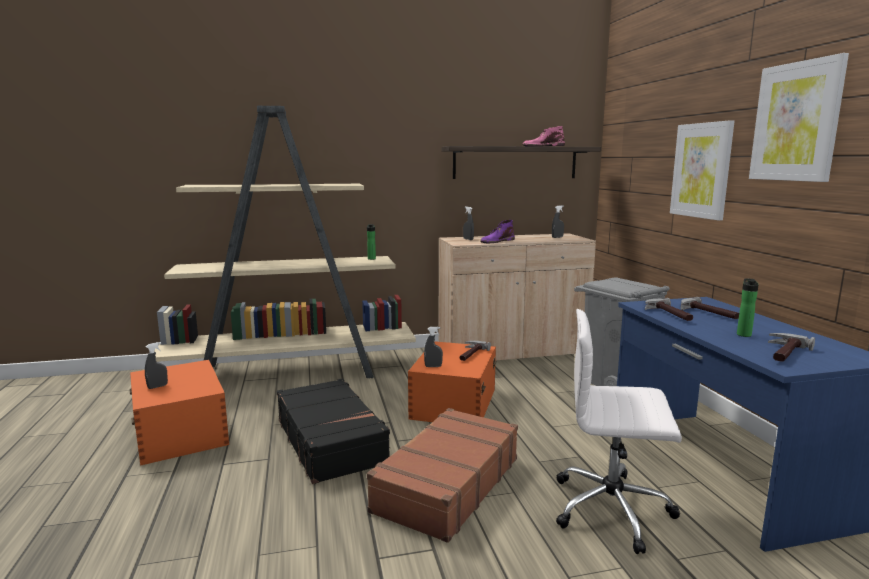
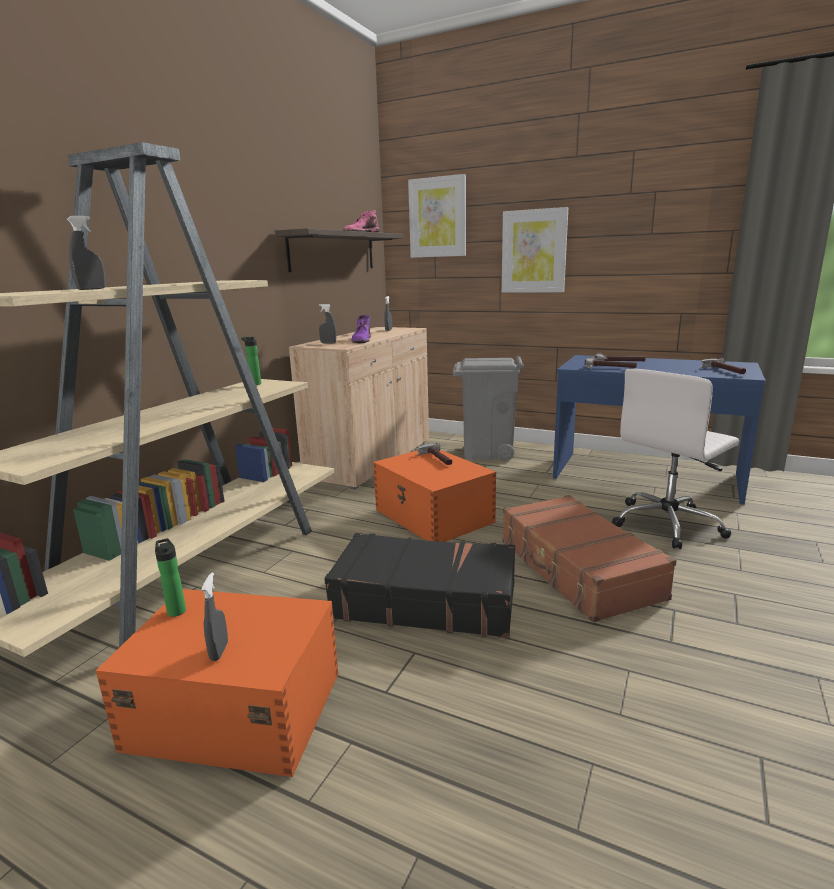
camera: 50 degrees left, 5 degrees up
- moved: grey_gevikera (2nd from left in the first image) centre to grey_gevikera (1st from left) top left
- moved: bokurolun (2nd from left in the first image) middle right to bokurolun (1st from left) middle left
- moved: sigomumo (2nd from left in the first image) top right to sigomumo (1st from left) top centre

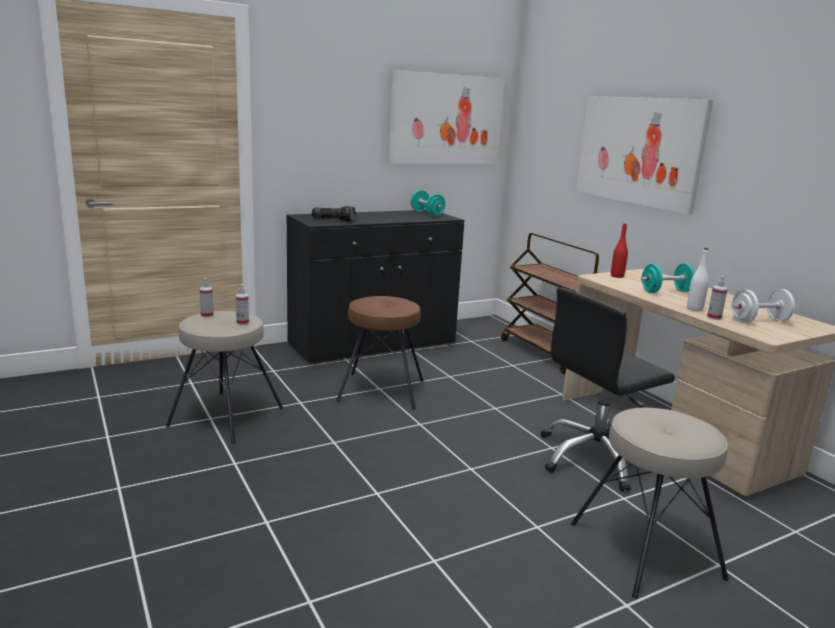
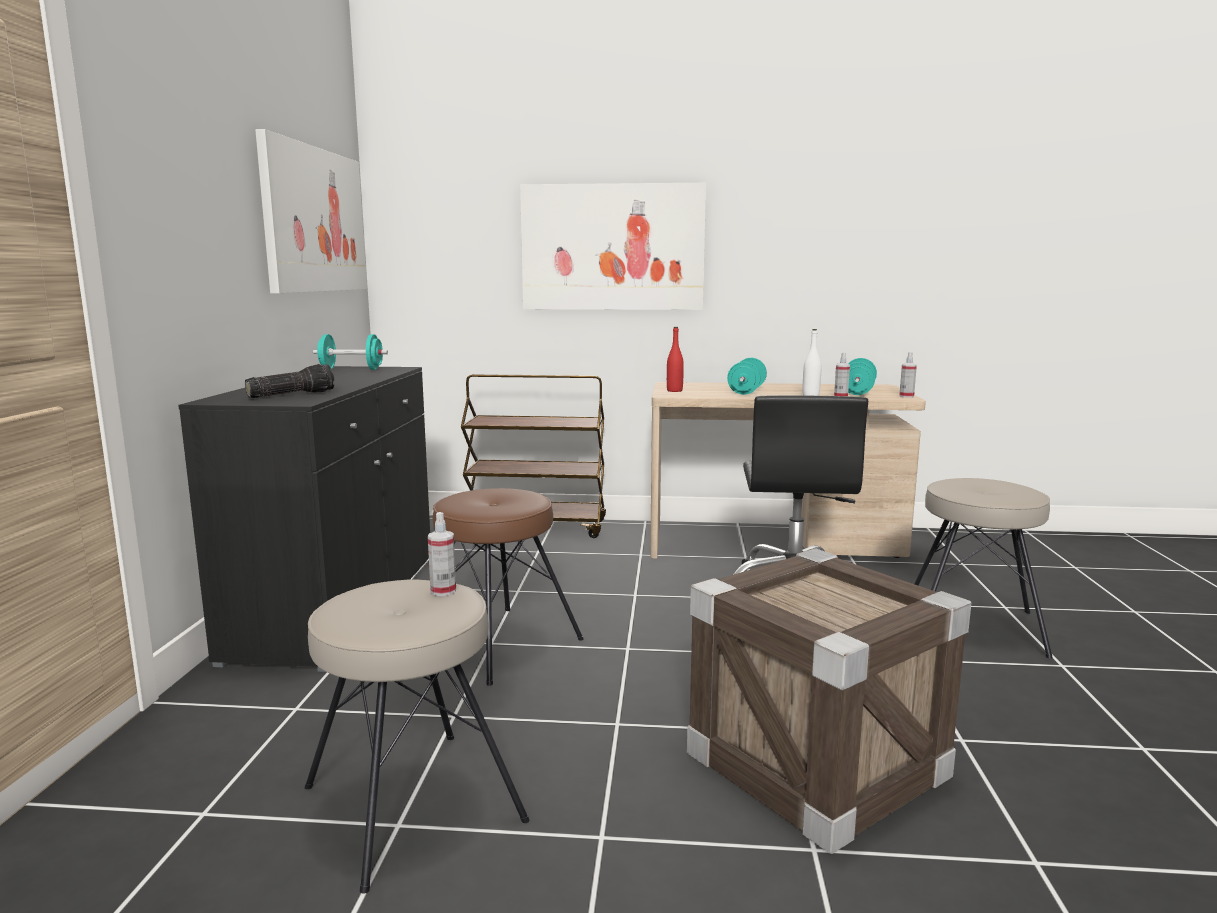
camera: 55 degrees left, 5 degrees down
- moved: gevikera (1st from left in the first image) middle left to gevikera (3rd from left) middle right
- recoloured: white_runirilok middle right to turquoise_runirilok (3rd from left) middle right
- added: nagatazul bottom right

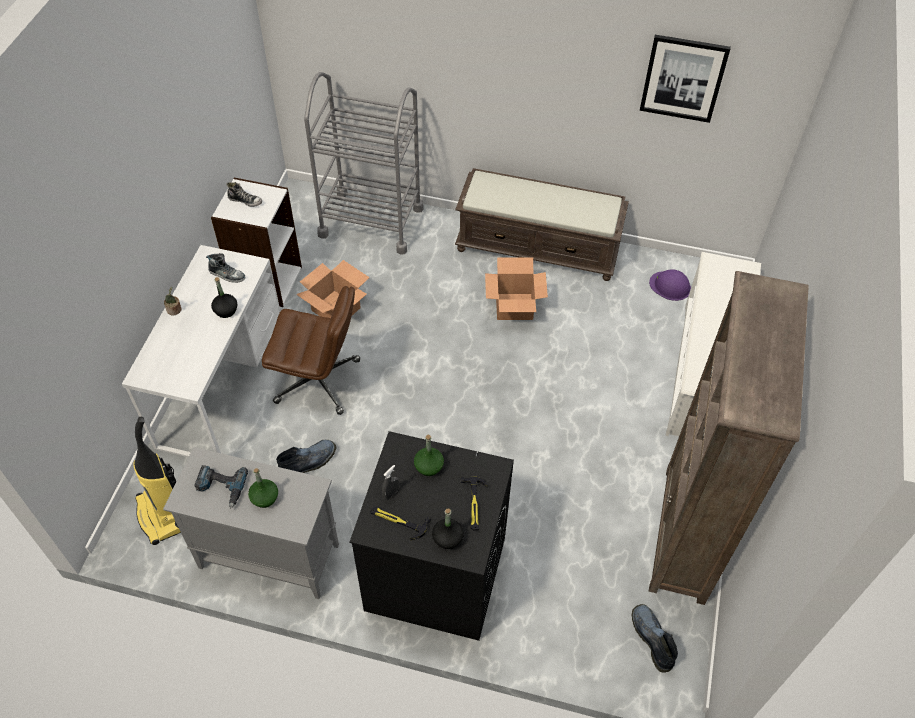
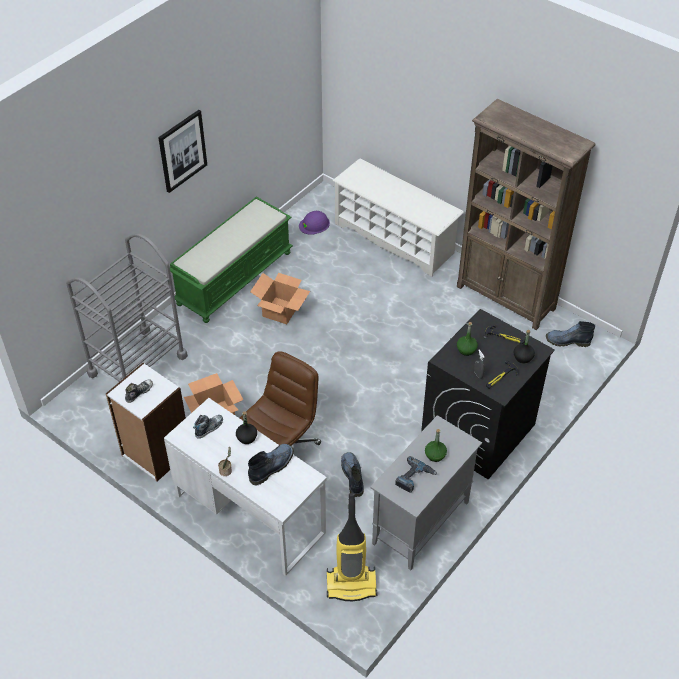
camera: 65 degrees left, 5 degrees down
- recoloured: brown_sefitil top centre to green_sefitil centre
- moved: sigomumo top right to top left
- added: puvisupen (1st from left) bottom centre

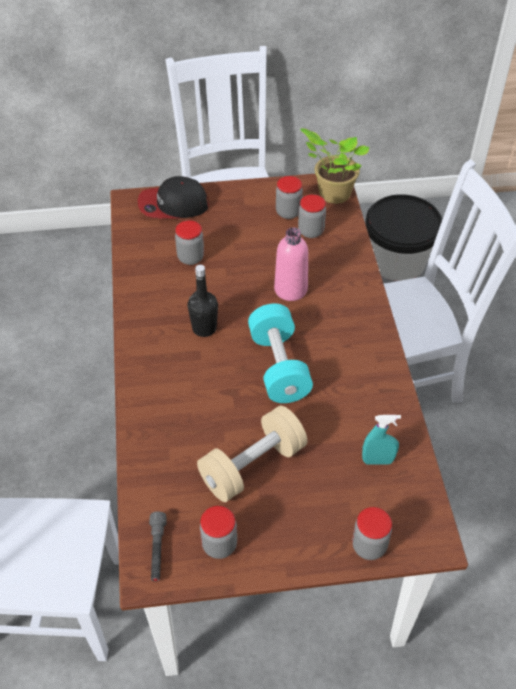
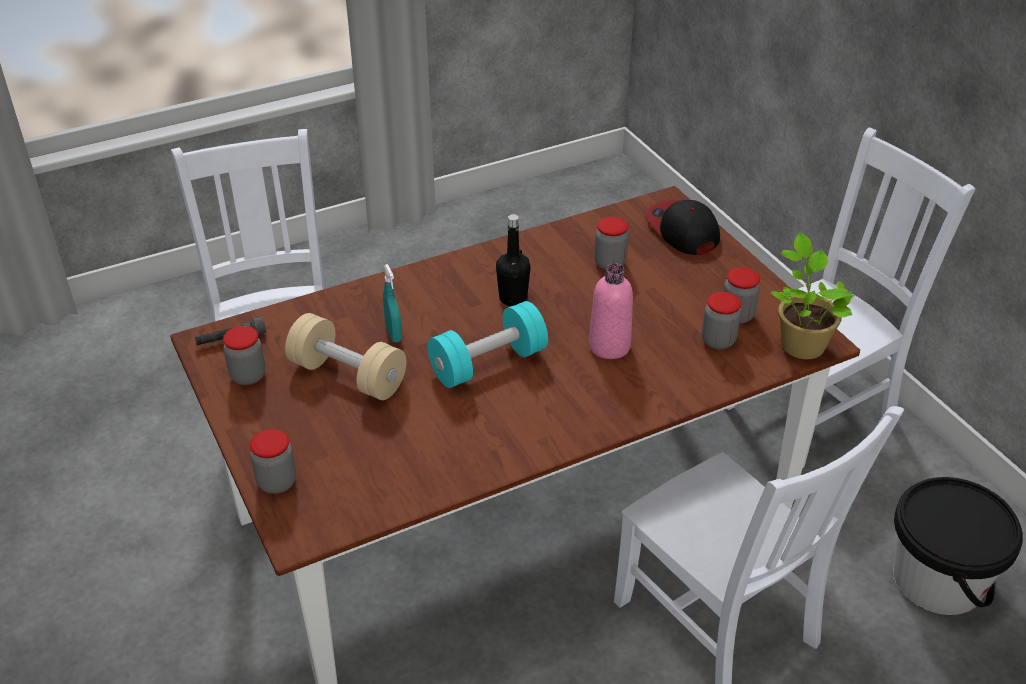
camera: 70 degrees right, 10 degrees down
- moved: turquoise_gevikera middle right to centre

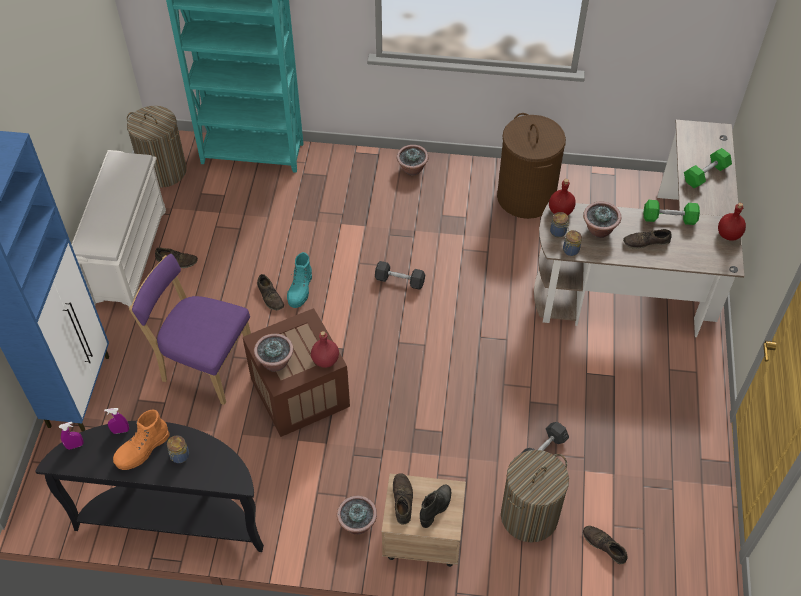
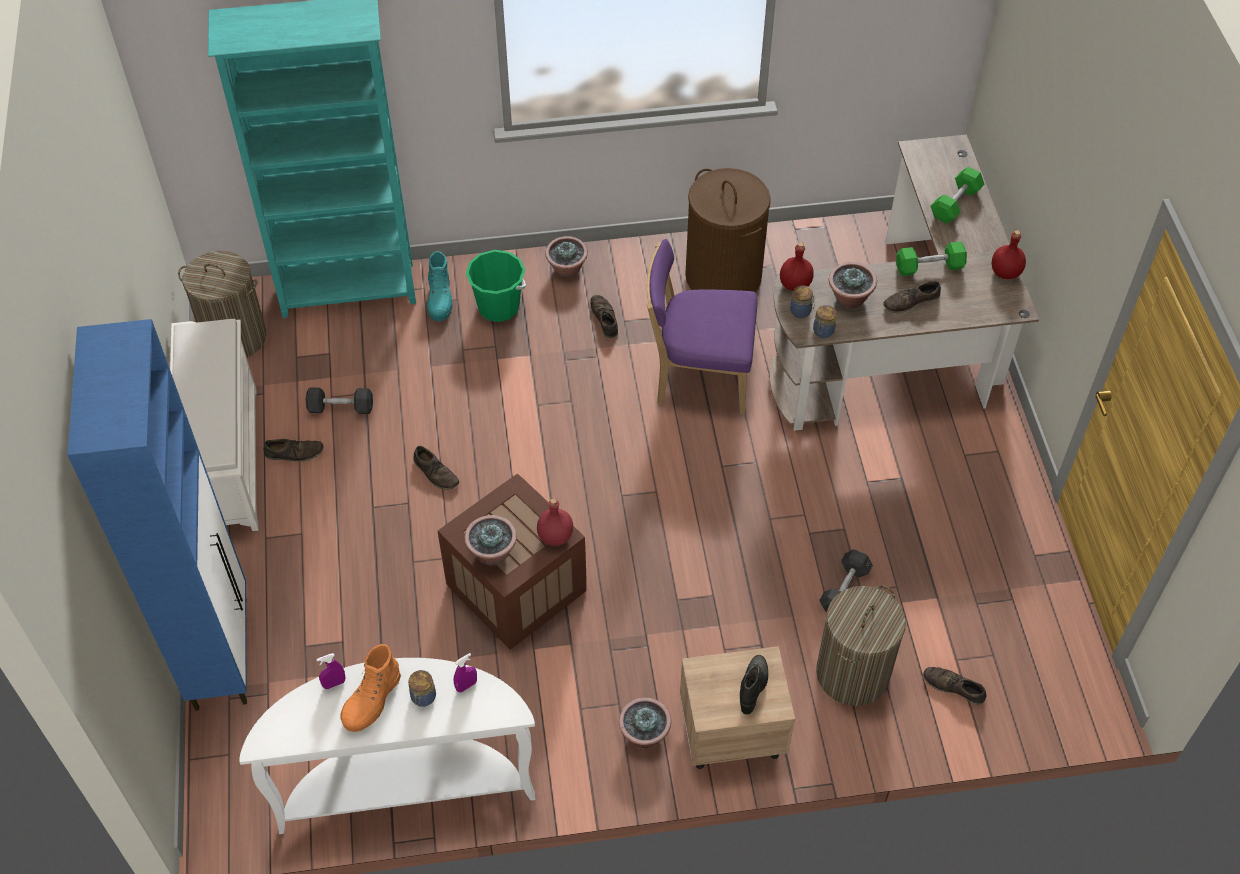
camera: 15 degrees left, 0 degrees up
- recoloured: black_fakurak bottom left to white_fakurak bottom left
- moved: purple_gevikera (1st from left in the first image) bottom left to purple_gevikera (2nd from left) bottom centre
- moved: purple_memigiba middle left to centre
- moved: turquoise_puvisupen centre to top centre
- moved: grey_runirilok (1st from left) centre to middle left
- moved: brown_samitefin (3rd from left) bottom centre to centre
- added: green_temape top centre

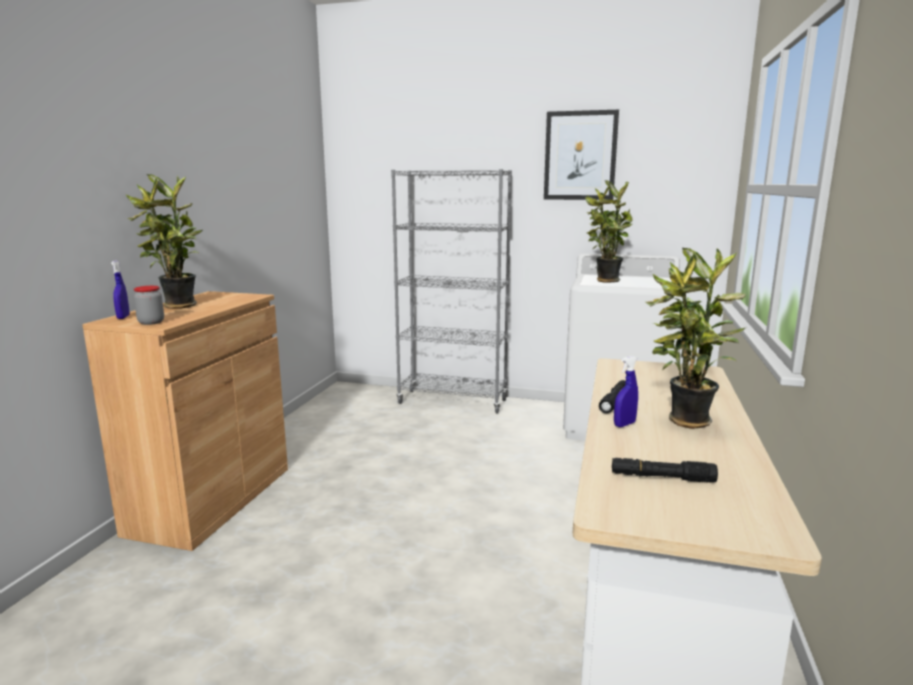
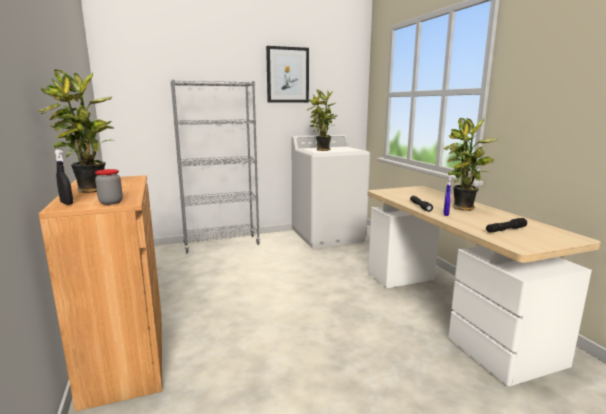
camera: 35 degrees left, 0 degrees up
- recoloured: blue_gevikera (1st from left) middle left to black_gevikera middle left

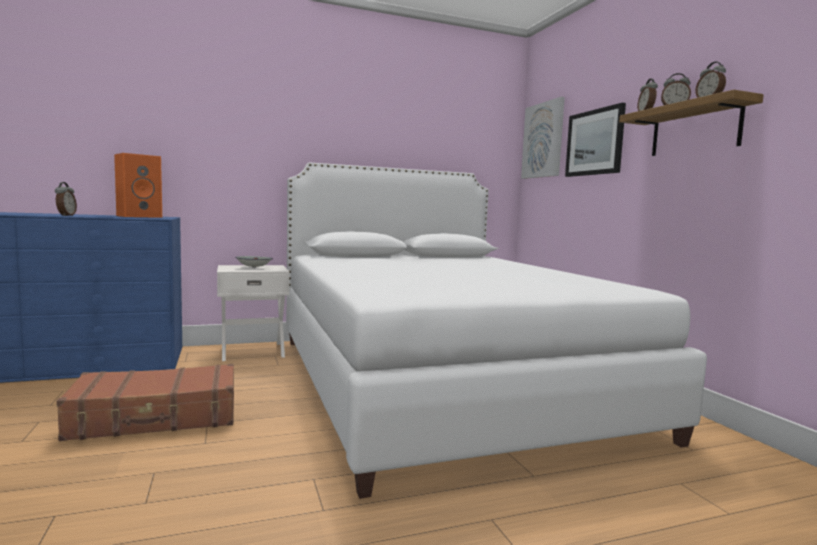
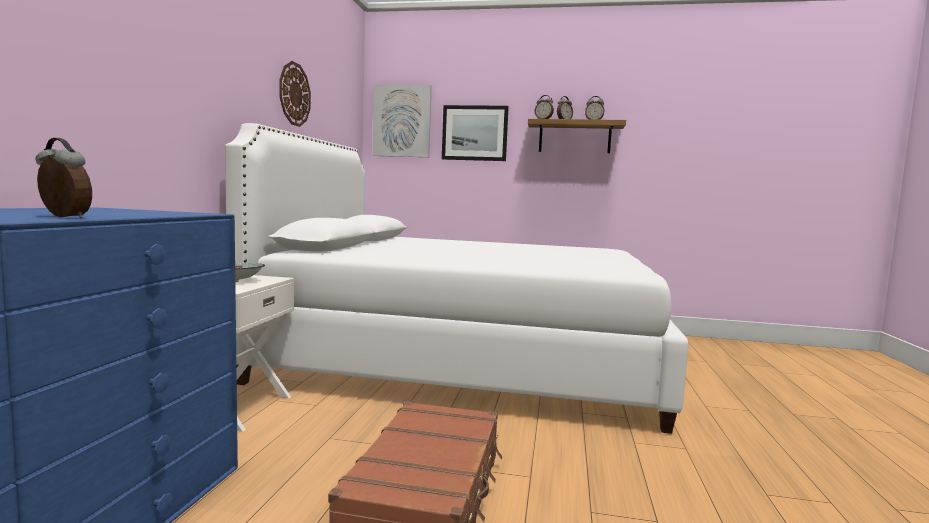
camera: 60 degrees left, 0 degrees up
- removed: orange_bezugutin middle left
- added: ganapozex top left

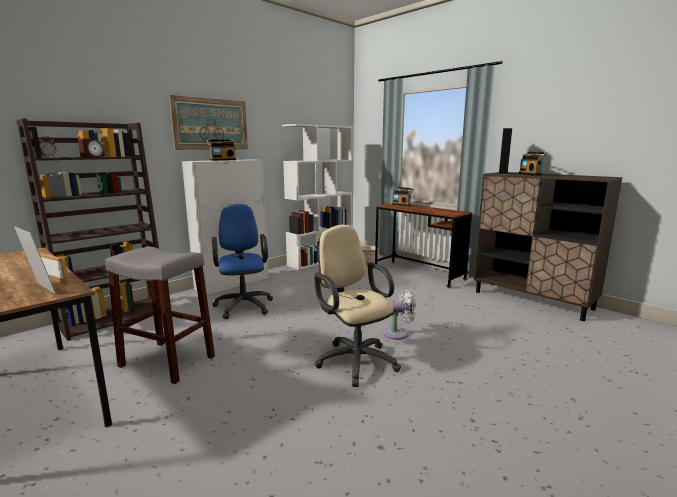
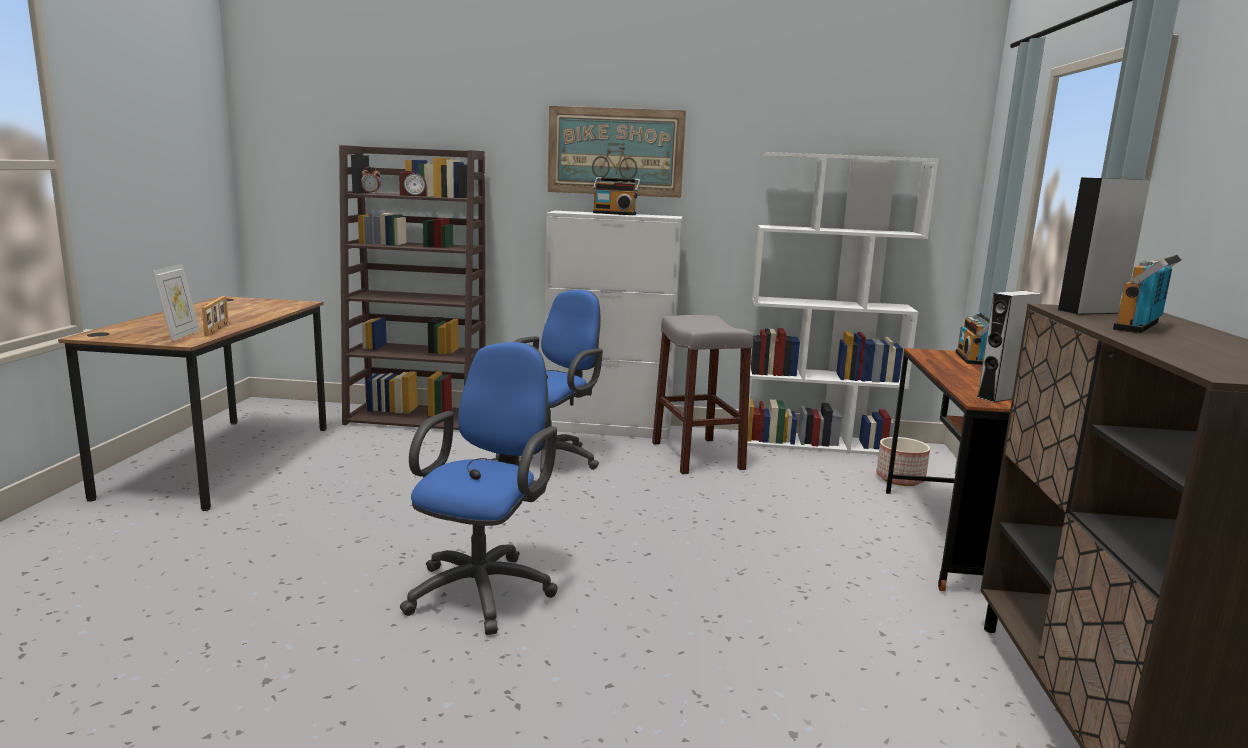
camera: 50 degrees right, 0 degrees up
- moved: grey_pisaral middle left to centre
- recoloured: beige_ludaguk centre to blue_ludaguk (1st from left) centre
- removed: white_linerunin centre
- added: grey_bezugutin (1st from left) middle right

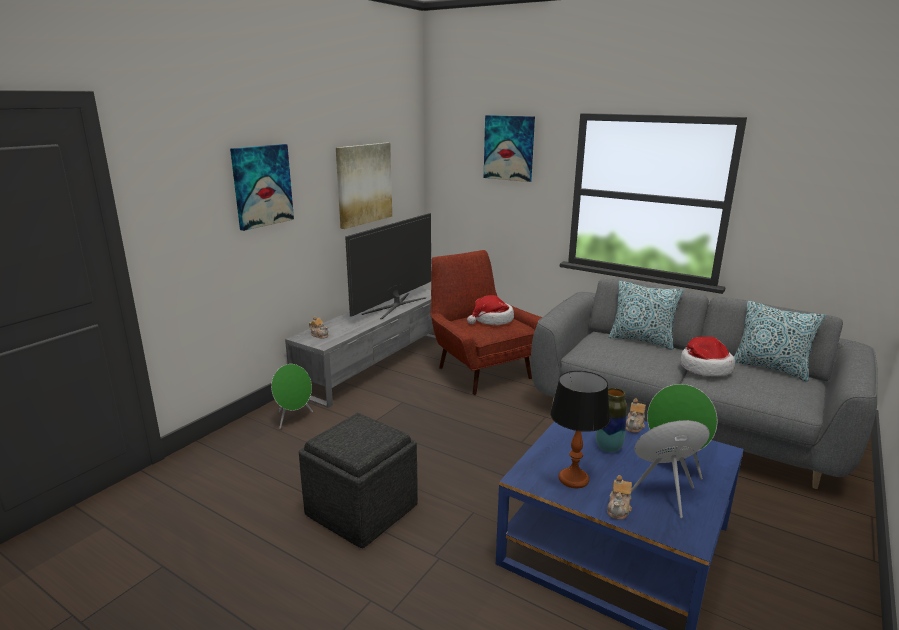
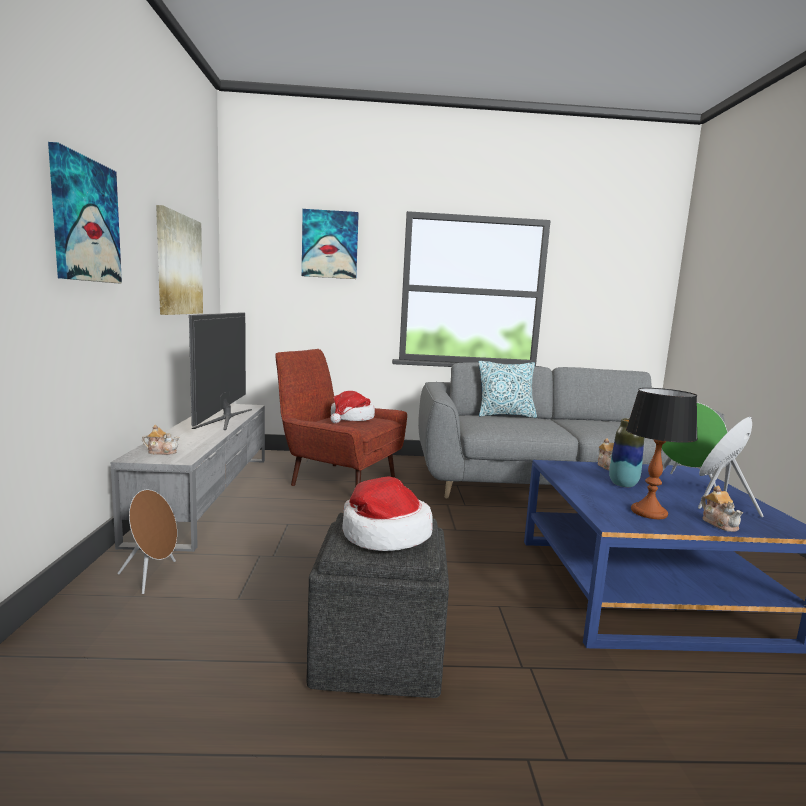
camera: 35 degrees left, 10 degrees down
- recoloured: green_bezugutin (1st from left) middle left to brown_bezugutin bottom left
- moved: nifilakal (2nd from left) middle right to centre
- removed: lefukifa (2nd from left) middle right

